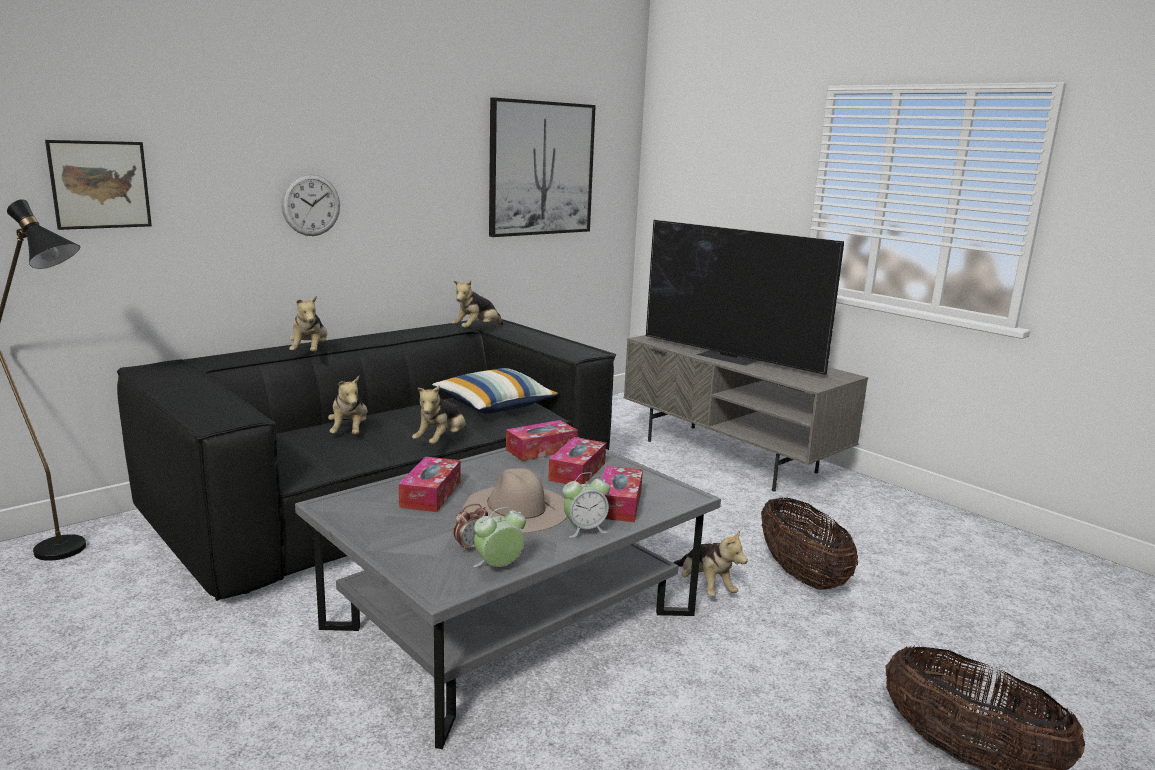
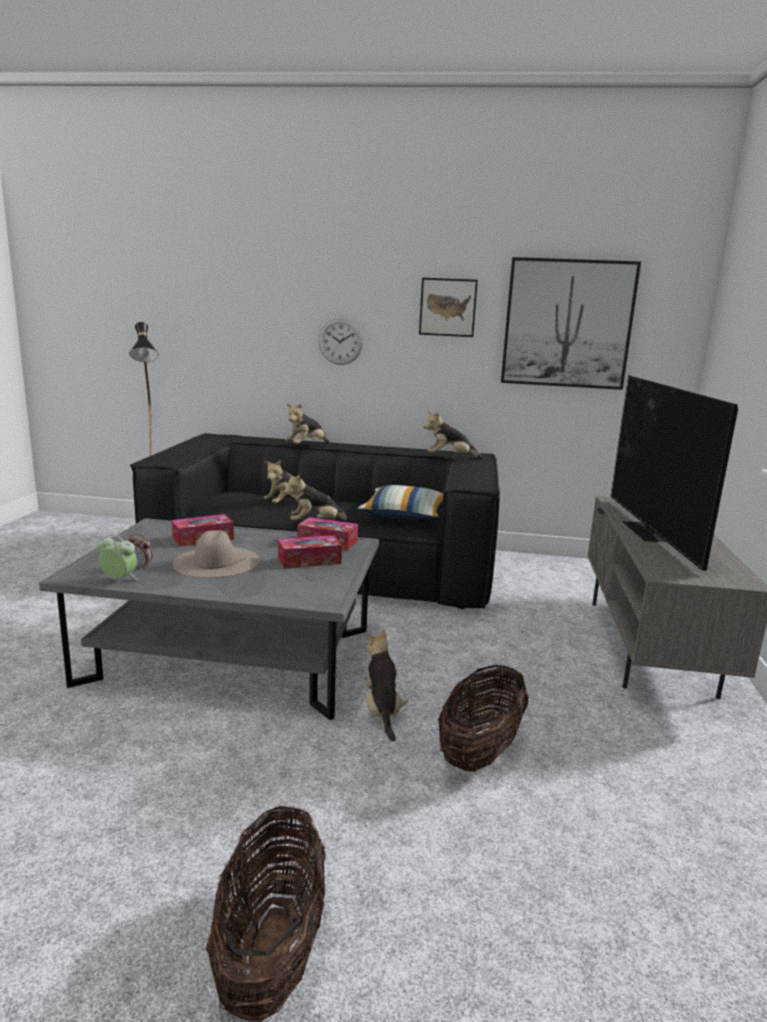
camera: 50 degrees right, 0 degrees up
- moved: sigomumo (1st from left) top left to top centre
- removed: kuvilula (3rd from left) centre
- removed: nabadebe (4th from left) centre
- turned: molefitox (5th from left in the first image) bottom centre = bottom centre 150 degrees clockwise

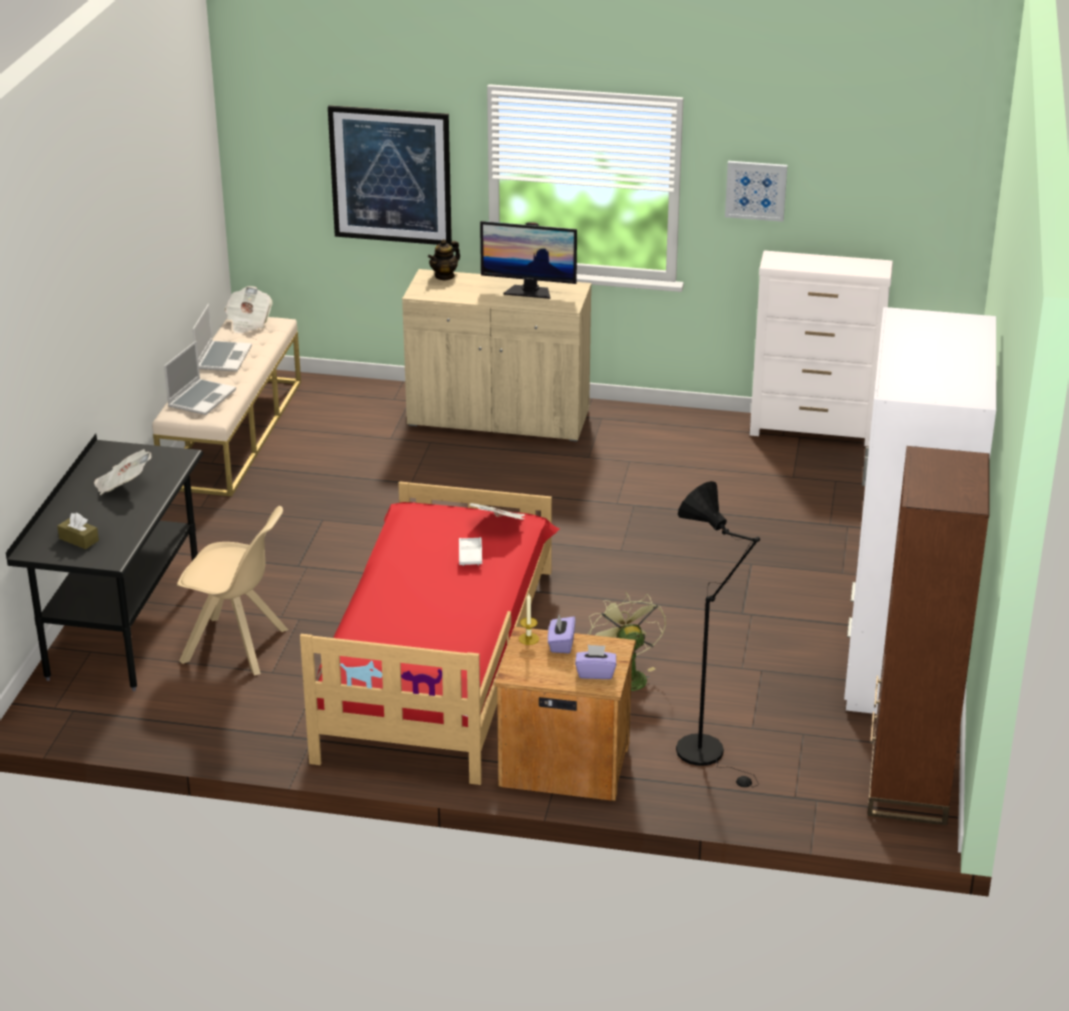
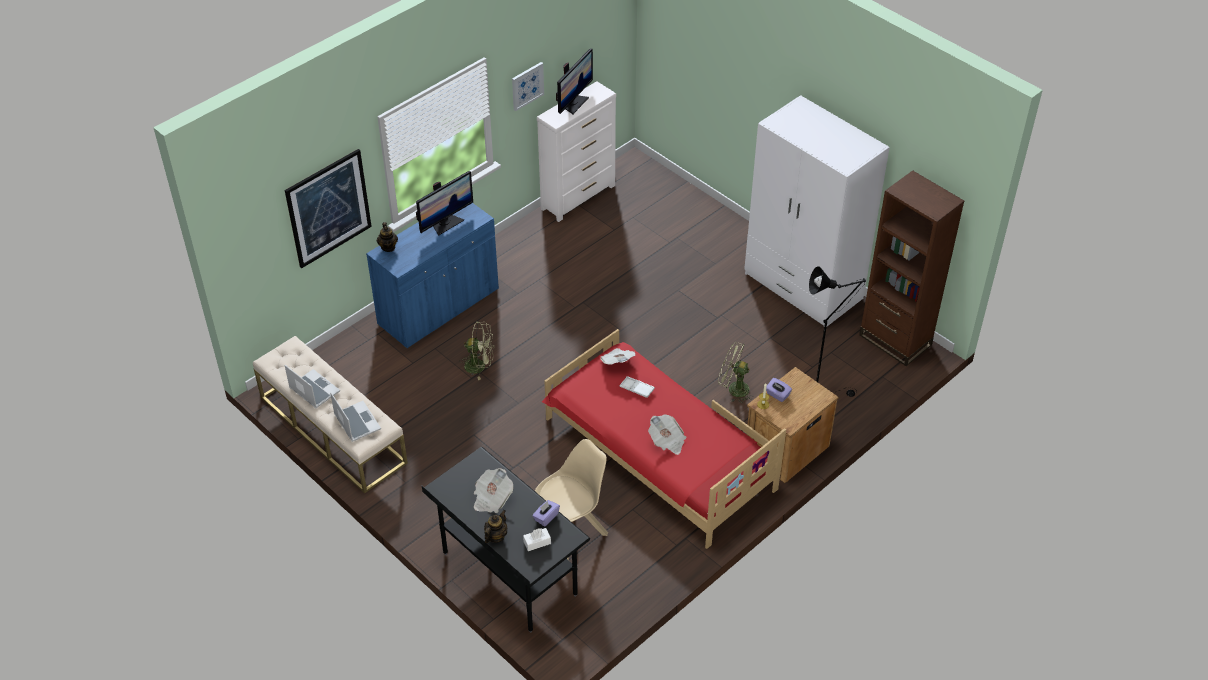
camera: 55 degrees left, 15 degrees up
- recoloured: brown_nabadebe middle left to white_nabadebe bottom centre
- moved: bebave (2nd from left in the first image) top left to bebave (3rd from left) centre
- recoloured: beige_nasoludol centre to blue_nasoludol centre
- moved: purple_nabadebe (2nd from left in the first image) centre to purple_nabadebe (1st from left) bottom centre
- added: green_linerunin (1st from left) centre
- added: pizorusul (2nd from left) bottom centre
- added: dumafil (2nd from left) top centre

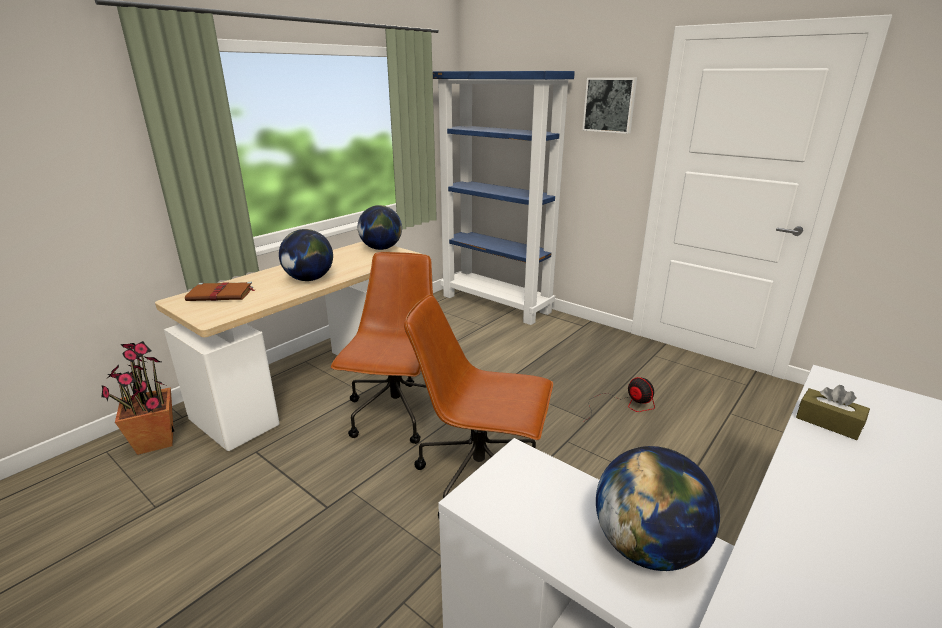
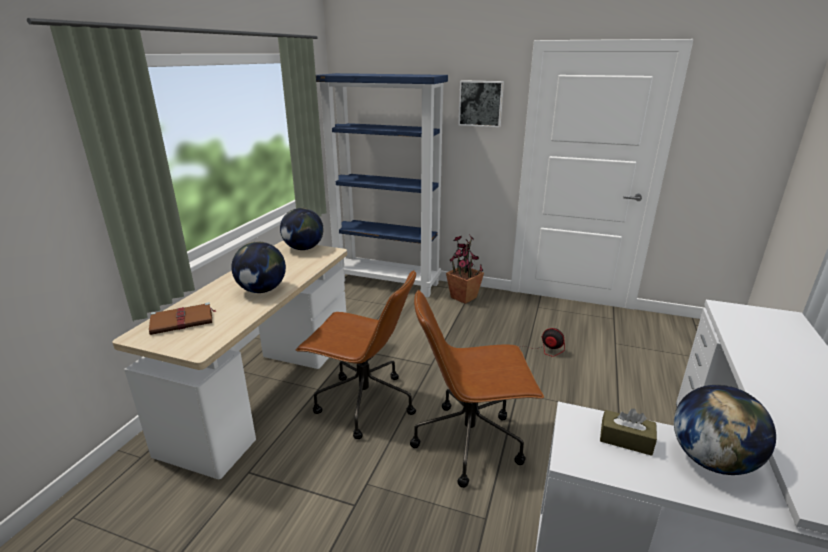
camera: 20 degrees left, 0 degrees up
- moved: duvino middle left to centre
- turned: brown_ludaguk (1st from left) centre = centre 120 degrees clockwise
- moved: brown_nabadebe middle right to bottom right

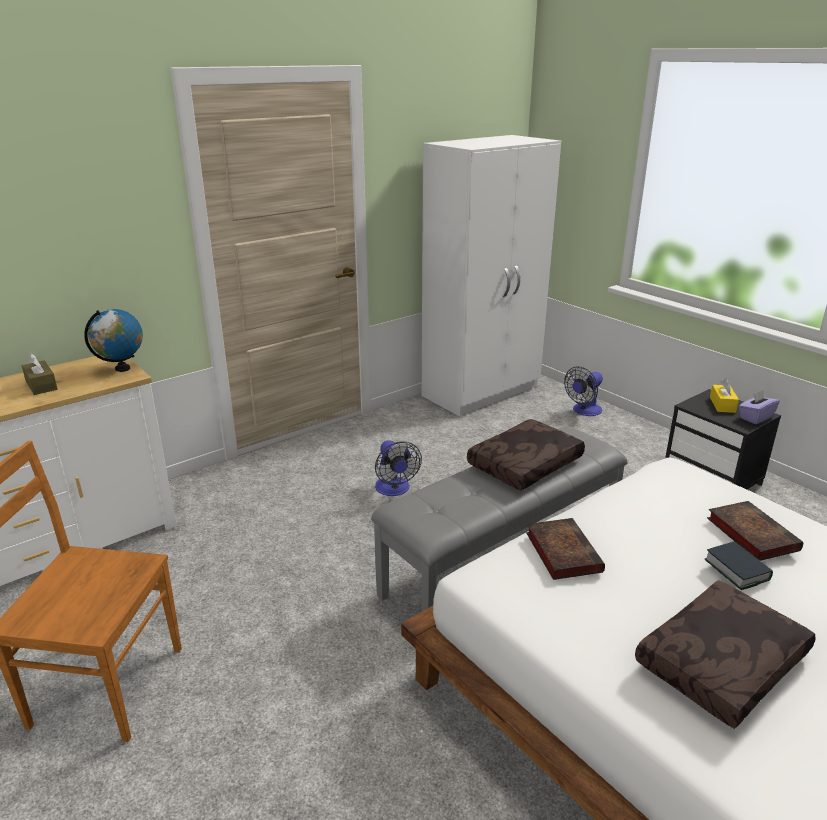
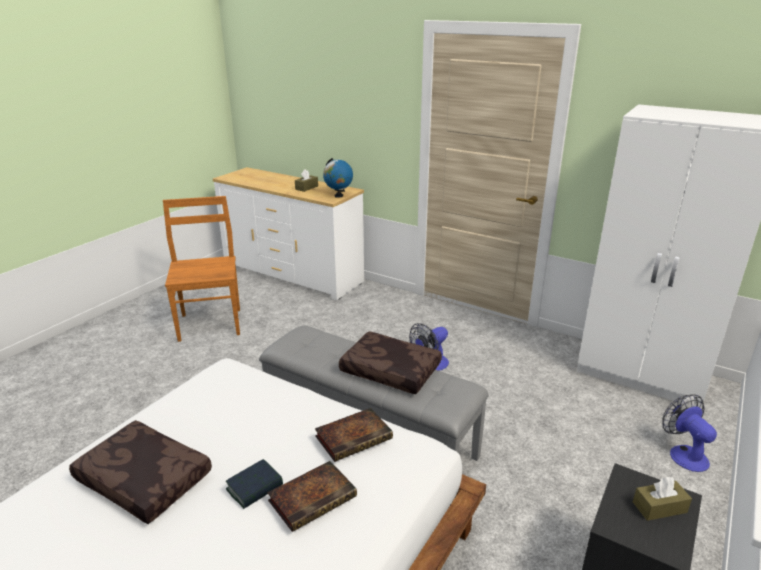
camera: 70 degrees right, 0 degrees up
- moved: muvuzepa (1st from left in the first image) bottom right to muvuzepa (3rd from left) bottom centre
- turned: linerunin (2nd from left) middle right = bottom right 45 degrees clockwise
- recoloured: yellow_nabadebe middle right to brown_nabadebe (2nd from left) bottom right
- removed: purple_nabadebe middle right

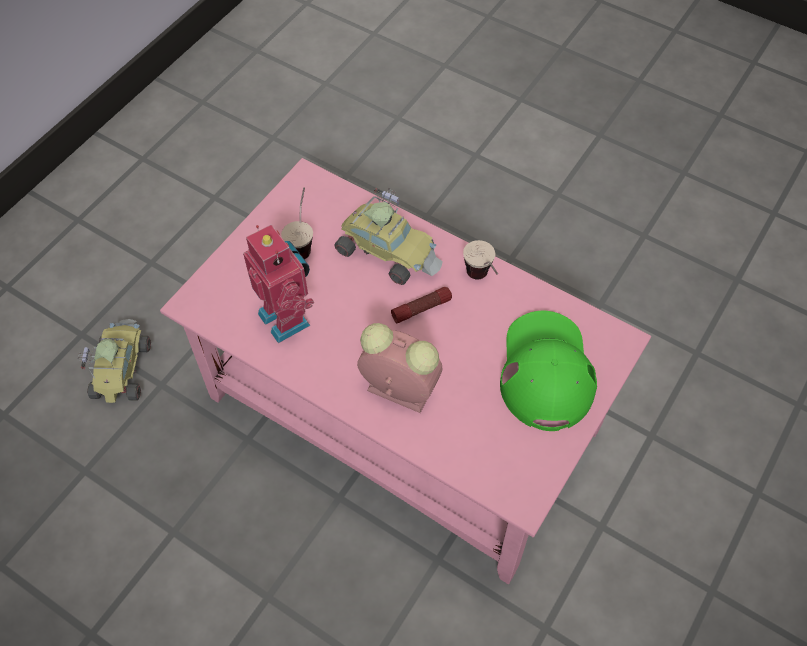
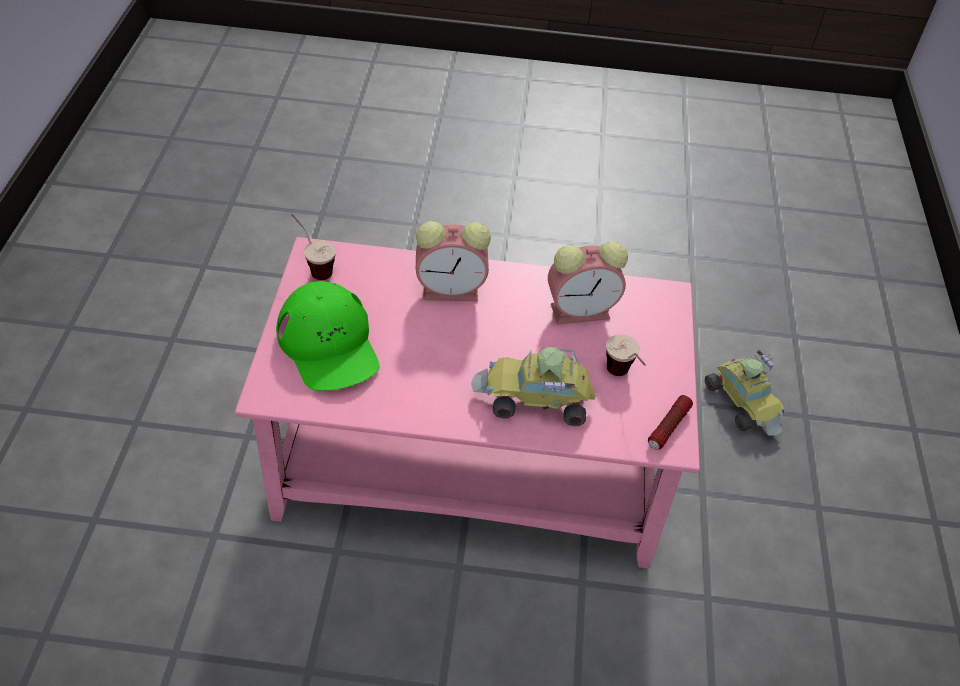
camera: 150 degrees right, 10 degrees down
- replaced: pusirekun centre to kuvilula (2nd from left) centre
- moved: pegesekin centre to middle right
- moved: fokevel (2nd from left in the first image) centre to fokevel (1st from left) middle left

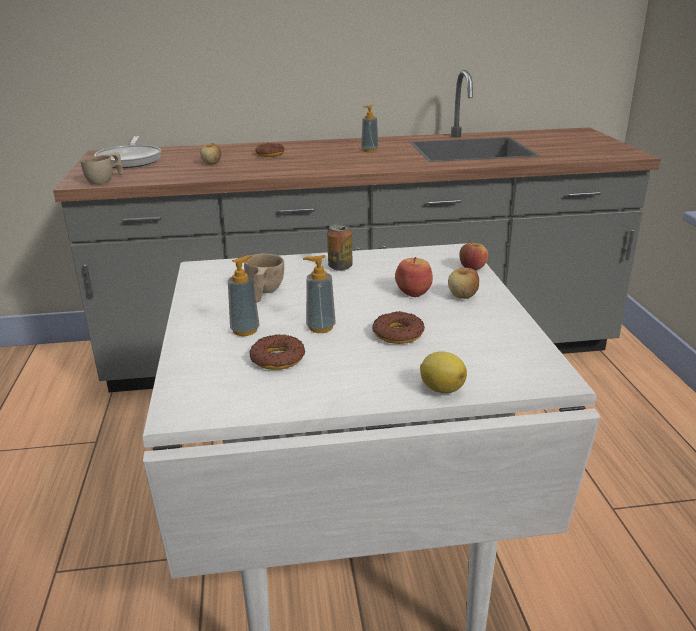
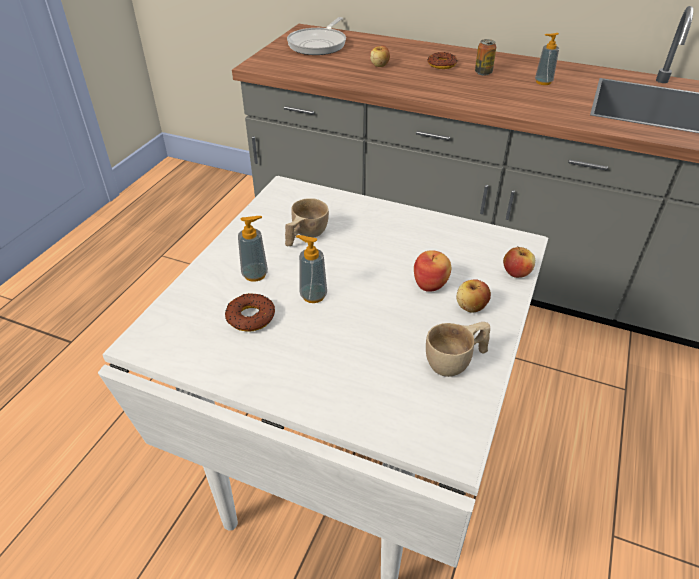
camera: 30 degrees right, 15 degrees up
- moved: beige_fokevel (1st from left in the first image) top left to beige_fokevel (2nd from left) centre
- moved: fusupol centre to top right
- removed: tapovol (3rd from left) centre
- removed: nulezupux centre

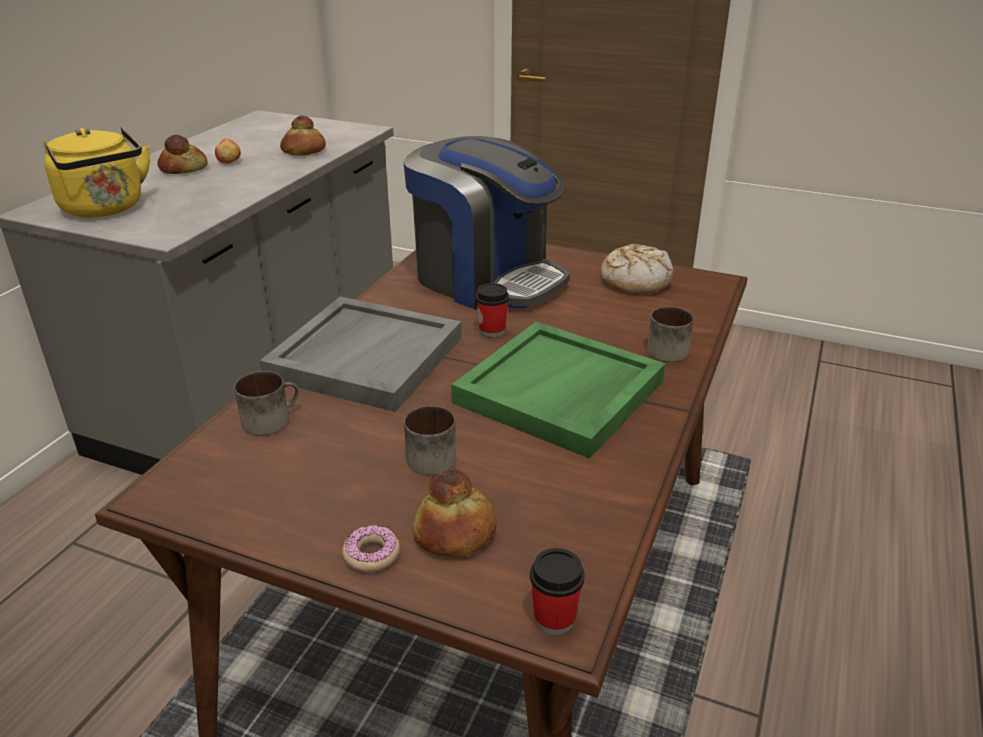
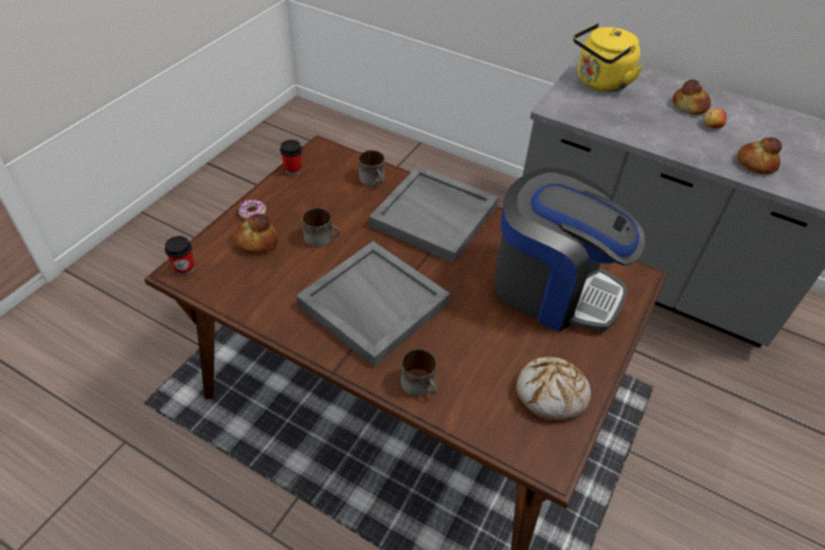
camera: 95 degrees right, 15 degrees up
- turned: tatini top centre = middle right 105 degrees counterclockwise
- recoloured: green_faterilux centre to grey_faterilux (1st from left) centre
- moved: fokevel (1st from left in the first image) centre to fokevel (2nd from left) top centre

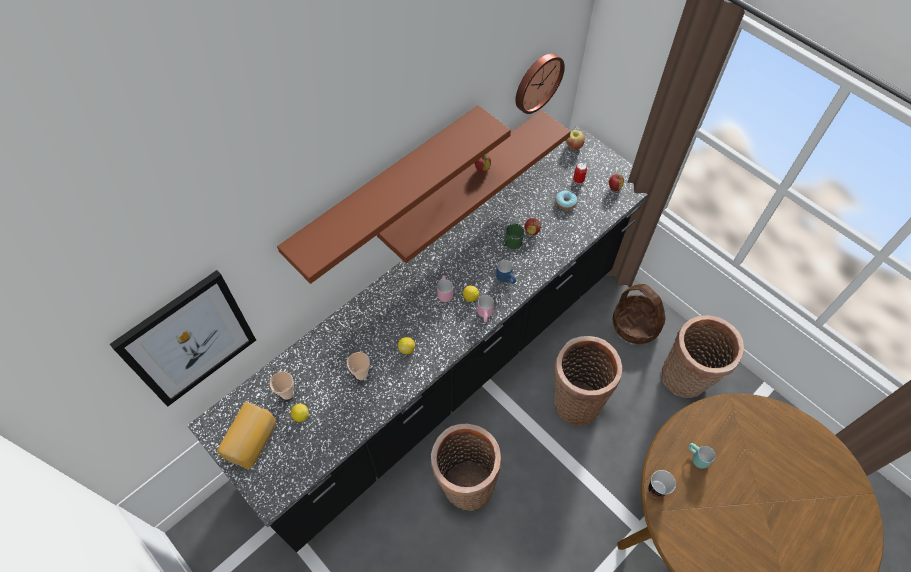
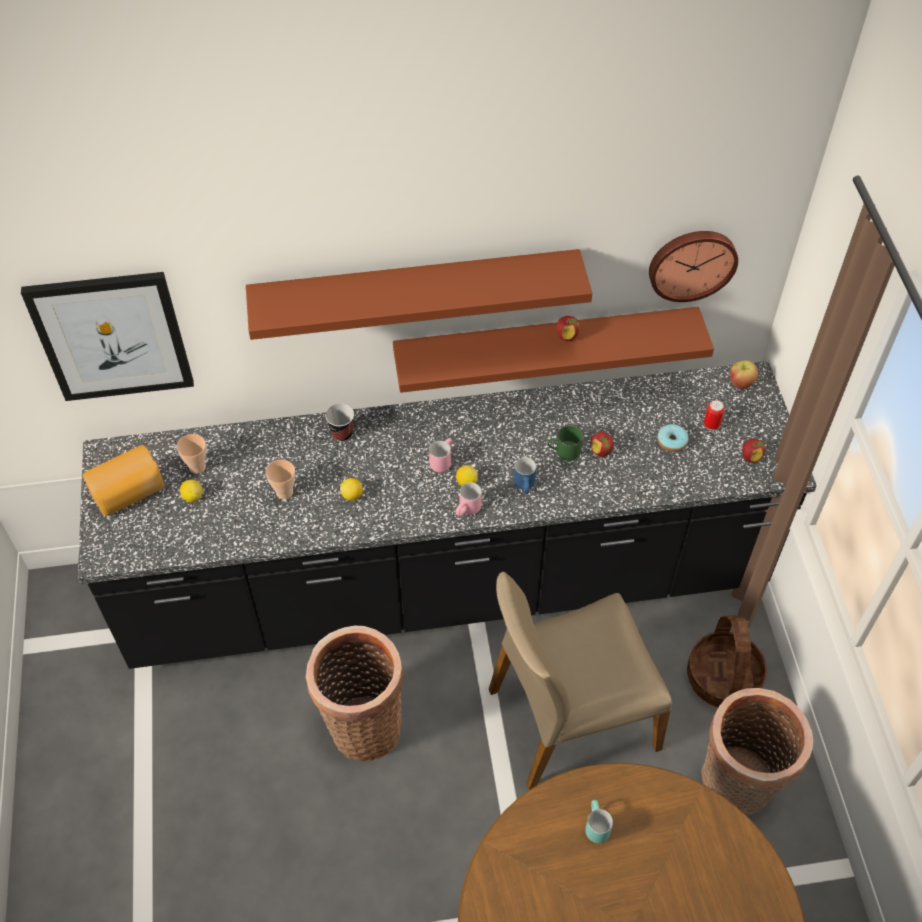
camera: 35 degrees right, 5 degrees down
- replaced: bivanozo (2nd from left) centre to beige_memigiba bottom centre
- moved: fokevel (3rd from left) bottom right to centre

